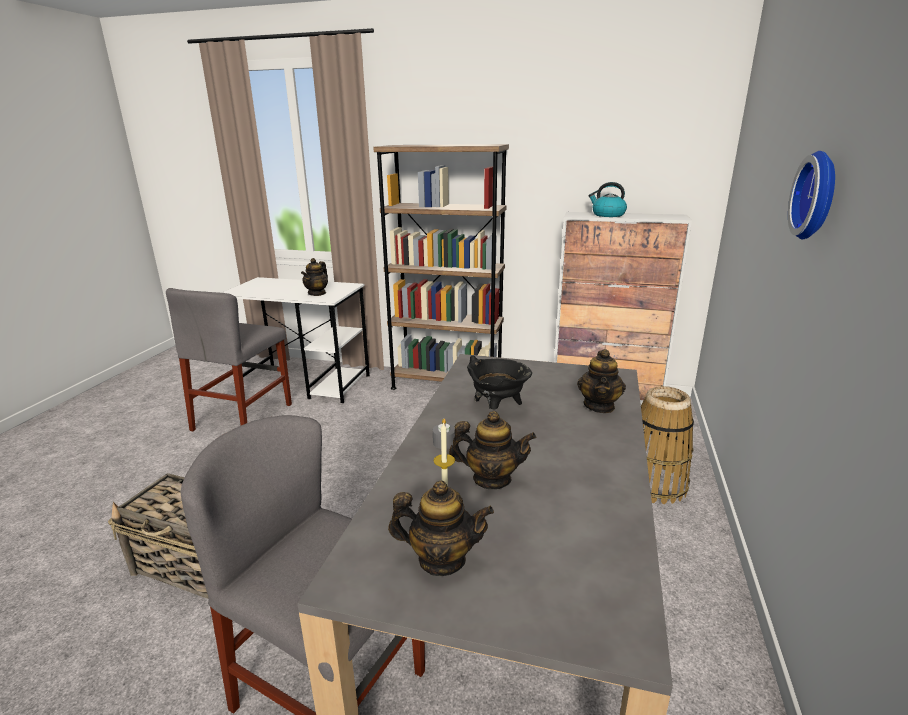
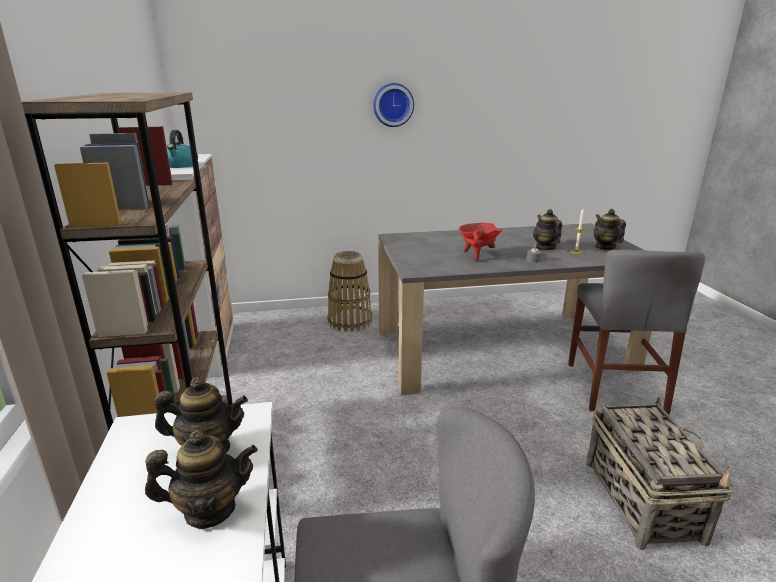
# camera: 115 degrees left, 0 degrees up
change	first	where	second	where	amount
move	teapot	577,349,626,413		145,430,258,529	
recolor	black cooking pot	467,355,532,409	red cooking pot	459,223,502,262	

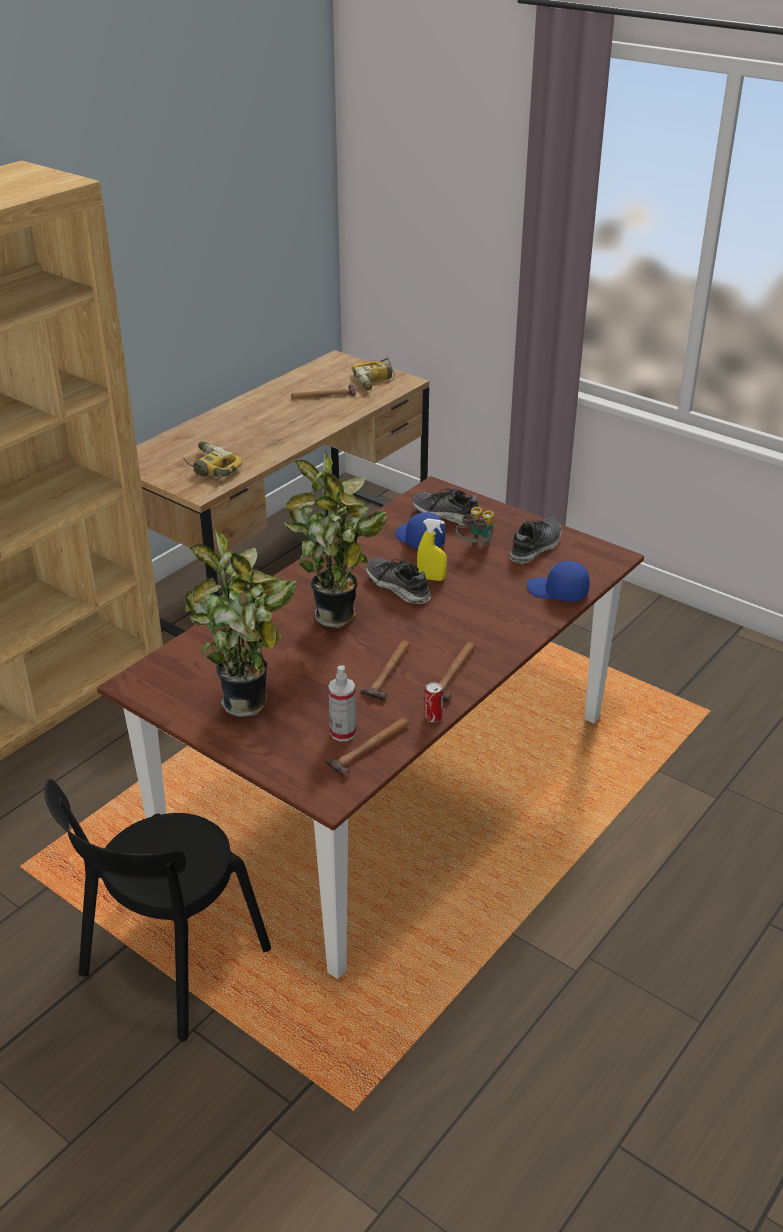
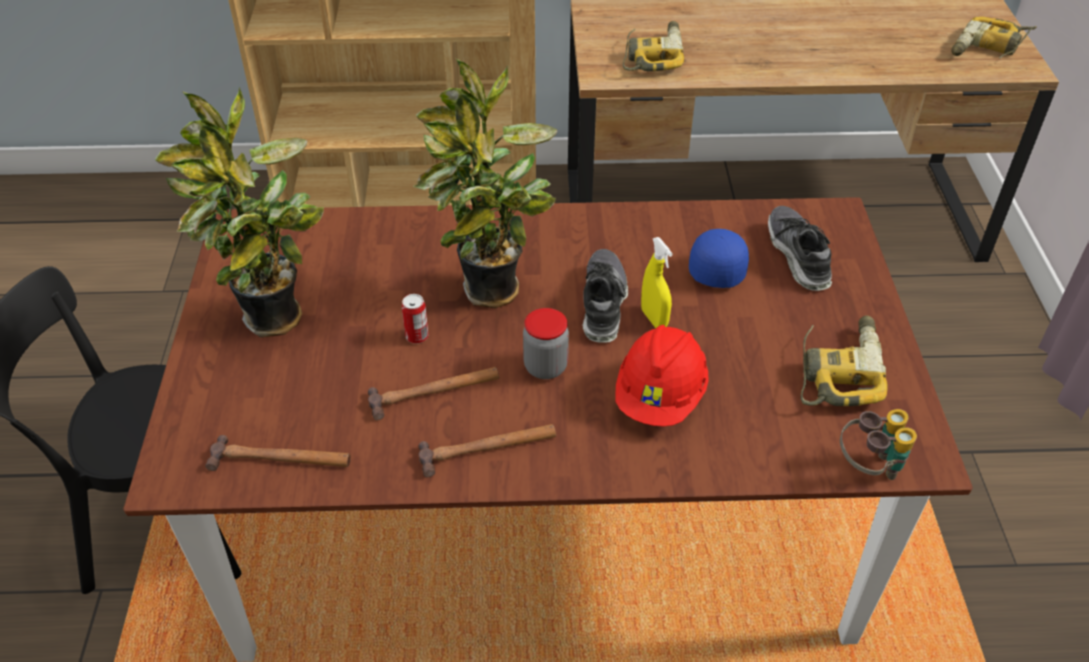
# camera: 50 degrees right, 10 degrees up
change	first	where	second	where	amount
delete	hammer	291,384,356,399			
move	binoculars	456,507,494,547		840,409,917,480	
replace	shoe	510,517,562,564	power drill	801,316,888,406	
delete	blue cap	527,561,590,602			
delete	spray bottle	328,665,356,741			
move	can	424,682,443,722		402,294,429,344	
insert			jar	523,308,569,379	
insert			red hard hat	615,325,709,427	

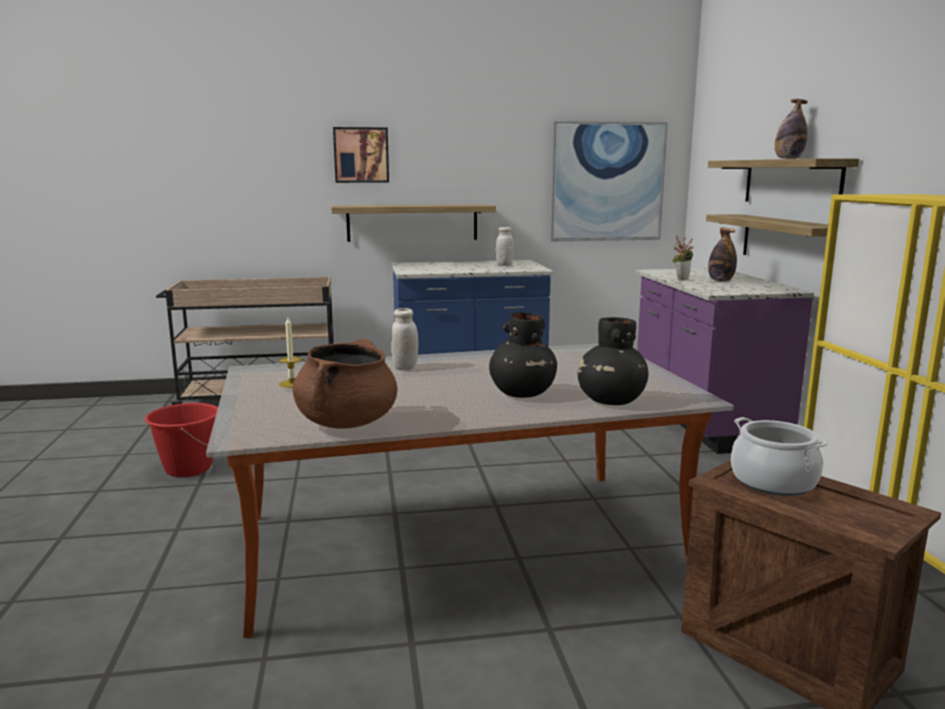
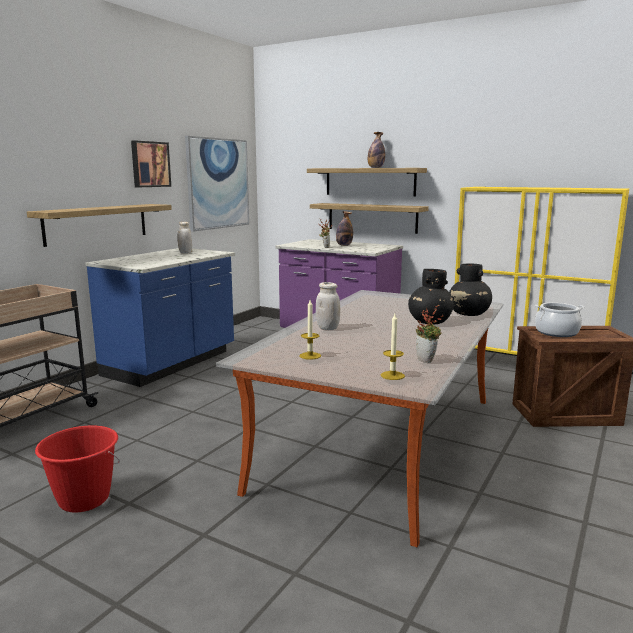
# camera: 50 degrees left, 0 degrees up
change	first	where	second	where	amount
move	picture	333,127,389,183		131,140,171,187	
replace	brown cooking pot	292,339,398,429	potted plant	416,305,444,363	
insert			candle	381,314,405,380	

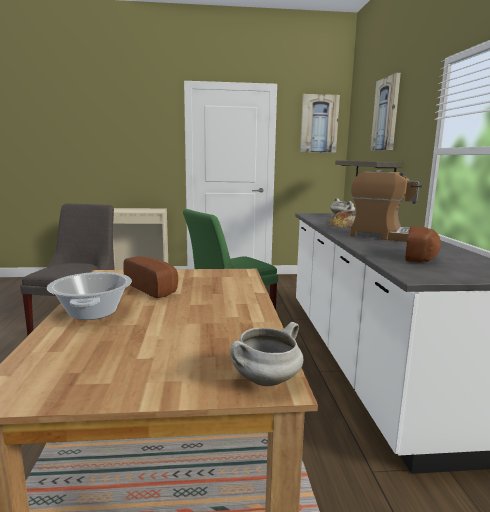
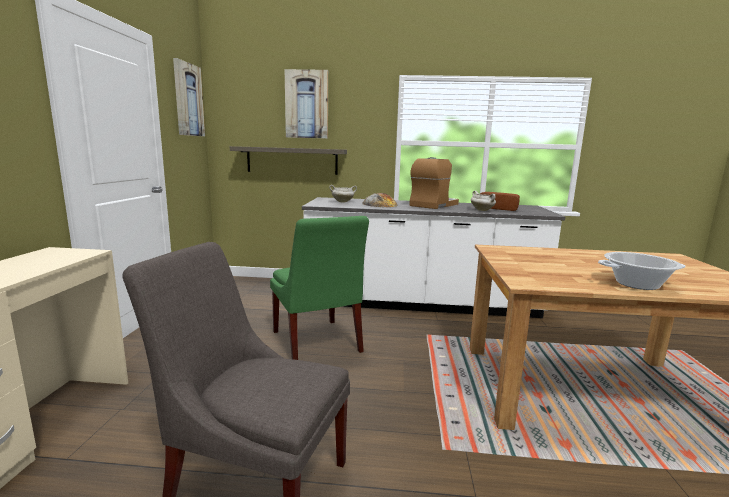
# camera: 80 degrees left, 0 degrees up
change	first	where	second	where	amount
delete	bread	123,256,178,298			
move	white cooking pot	230,322,303,386		471,191,496,211	

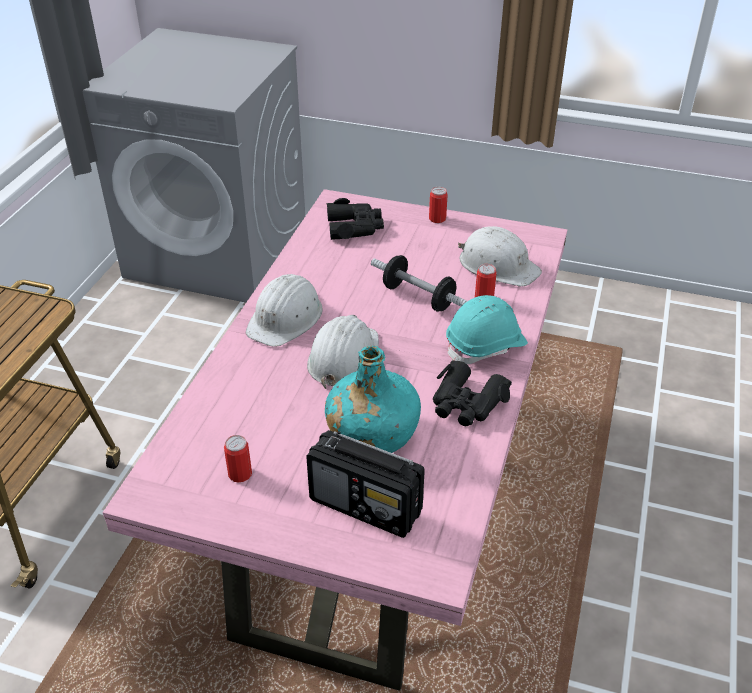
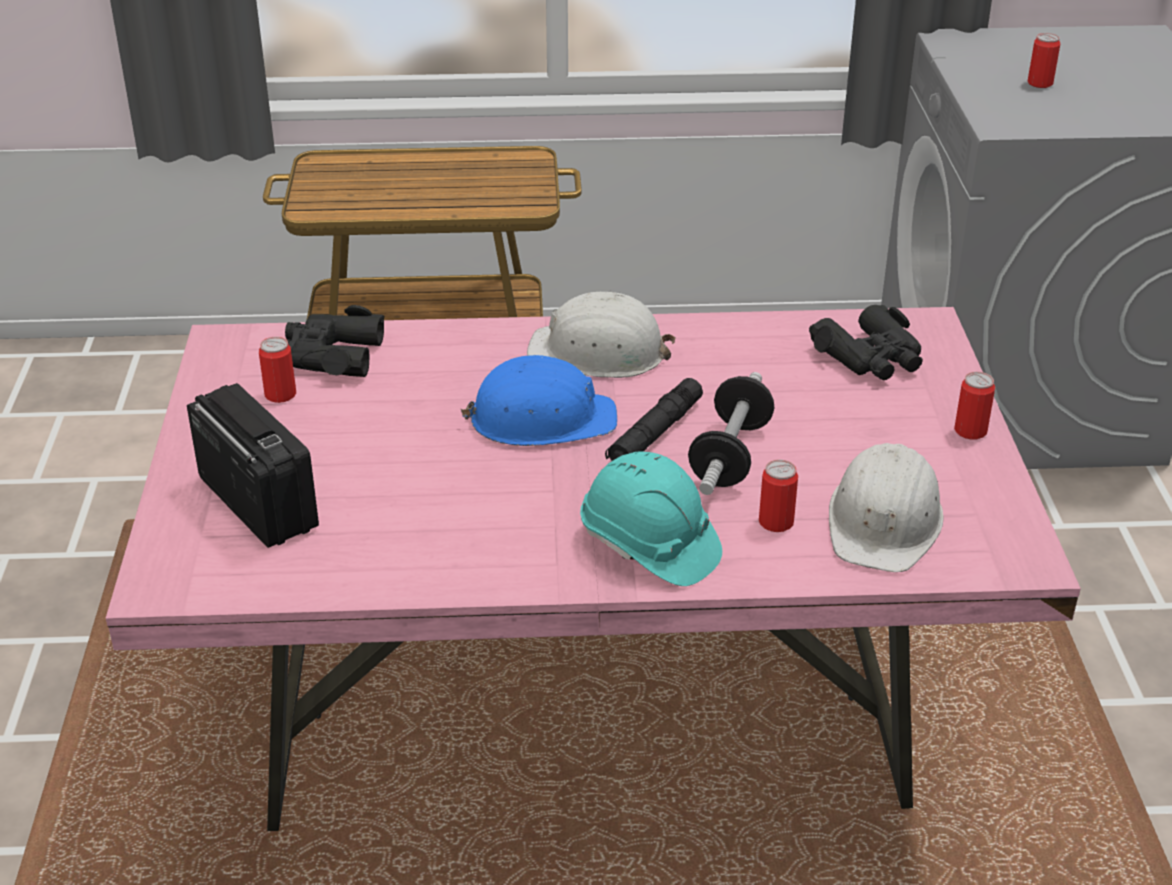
# camera: 70 degrees right, 5 degrees down
change	first	where	second	where	amount
recolor	white hard hat	307,315,379,389	blue hard hat	461,355,617,446	
delete	turquoise bottle	325,346,421,453			
move	black binoculars	433,360,512,426		285,305,385,377	
rotate	radio	306,430,425,538		187,383,319,548	135 degrees clockwise
insert			can	1027,33,1061,88	
insert			black flashlight	605,378,703,461	

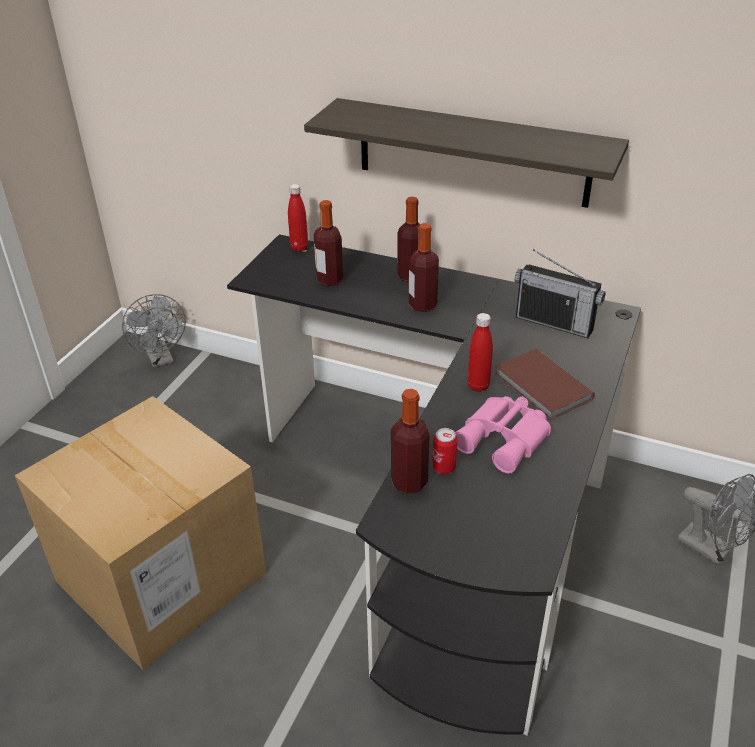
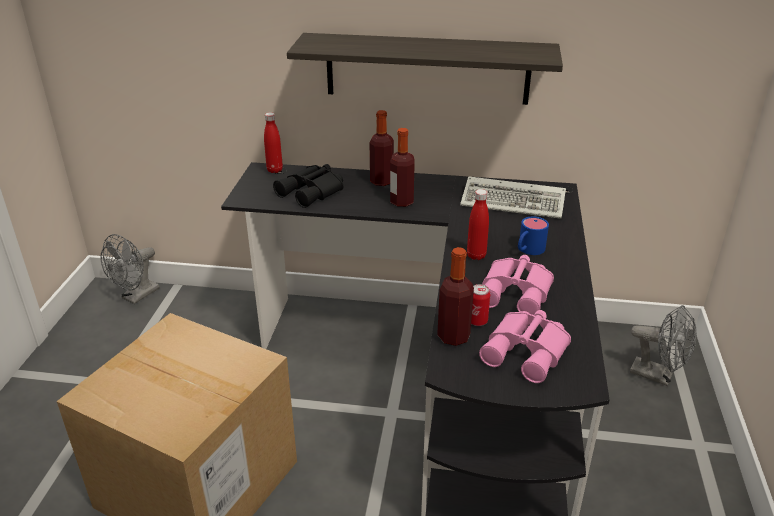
# camera: 15 degrees left, 5 degrees down
change	first	where	second	where	amount
replace	bottle	314,200,343,286	black binoculars	273,164,343,208	
replace	radio	514,249,606,338	keyboard	460,176,566,219	
rotate	grey fan	122,294,186,368		101,234,160,304	75 degrees clockwise
replace	brown book	494,349,595,420	blue mug	518,216,549,255	
insert			pink binoculars	479,310,571,383	

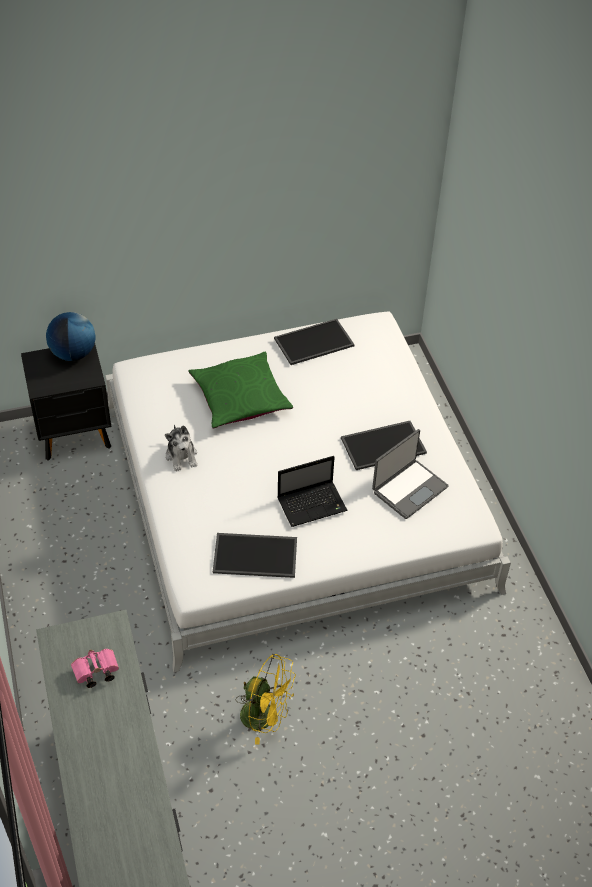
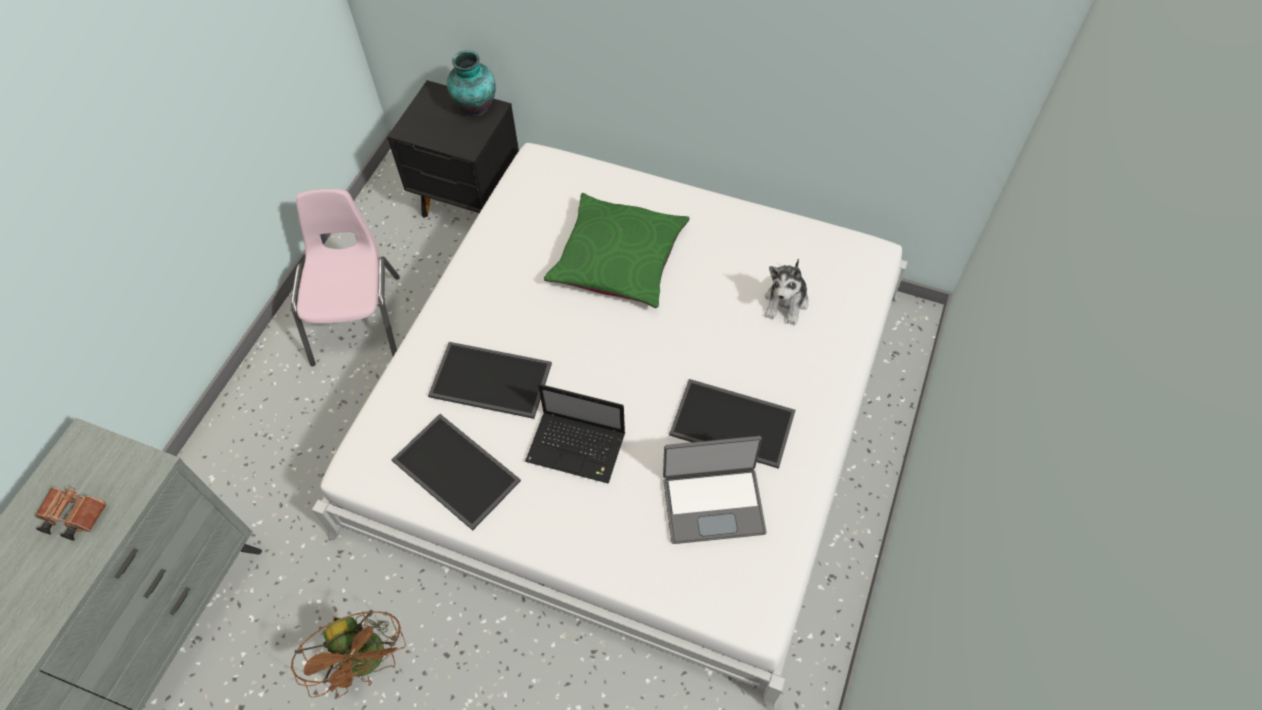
# camera: 40 degrees right, 10 degrees up
change	first	where	second	where	amount
replace	globe	46,312,96,361	vase	447,50,496,116	
move	tray	274,319,355,365		428,342,552,419	
move	plush toy	165,424,197,471		765,259,809,325	
recolor	pink binoculars	71,649,119,688	brown binoculars	35,487,106,541	
recolor	yellow fan	235,654,296,745	brown fan	291,610,406,698	
insert			pink chair	291,189,400,366	

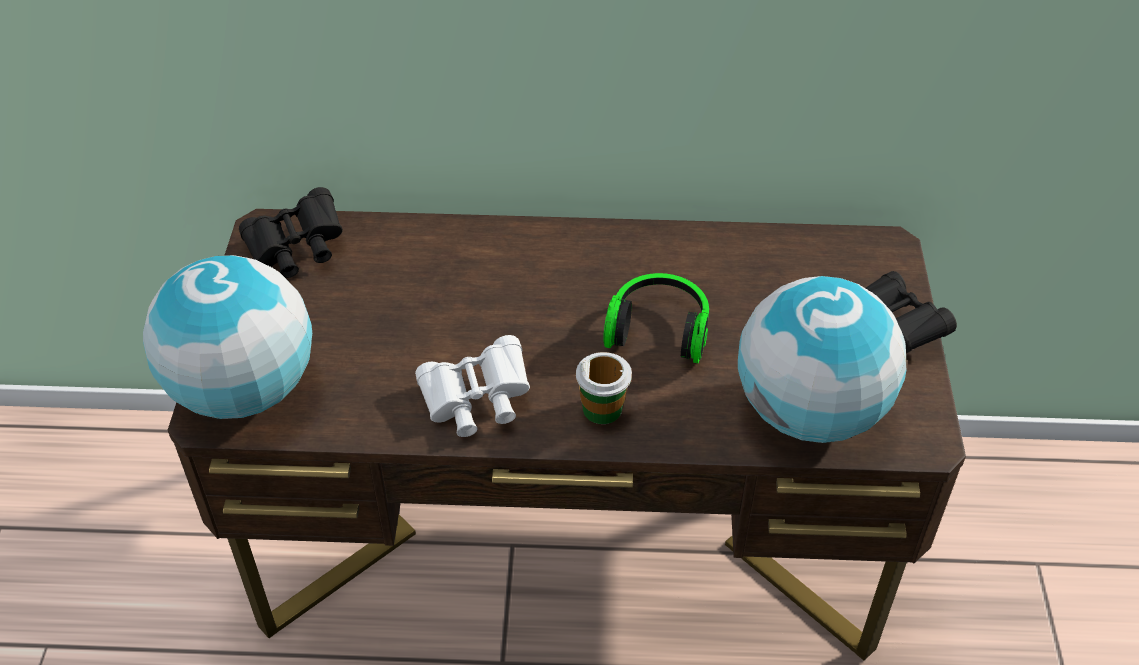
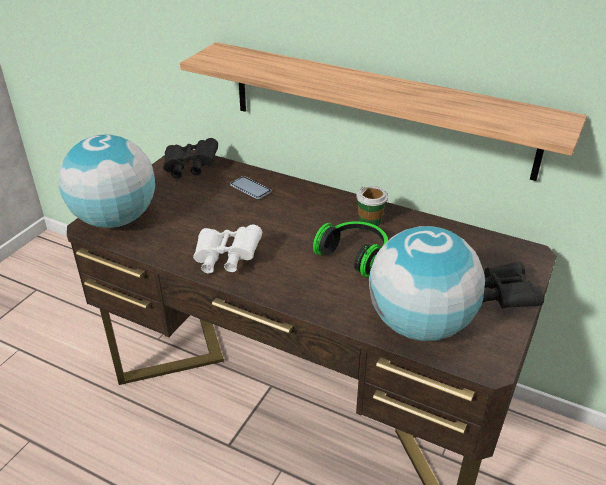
# camera: 25 degrees right, 10 degrees down
change	first	where	second	where	amount
move	cup	576,352,632,424		356,186,388,227	
insert			shelf	180,42,587,181	
insert			phone	230,176,271,199	

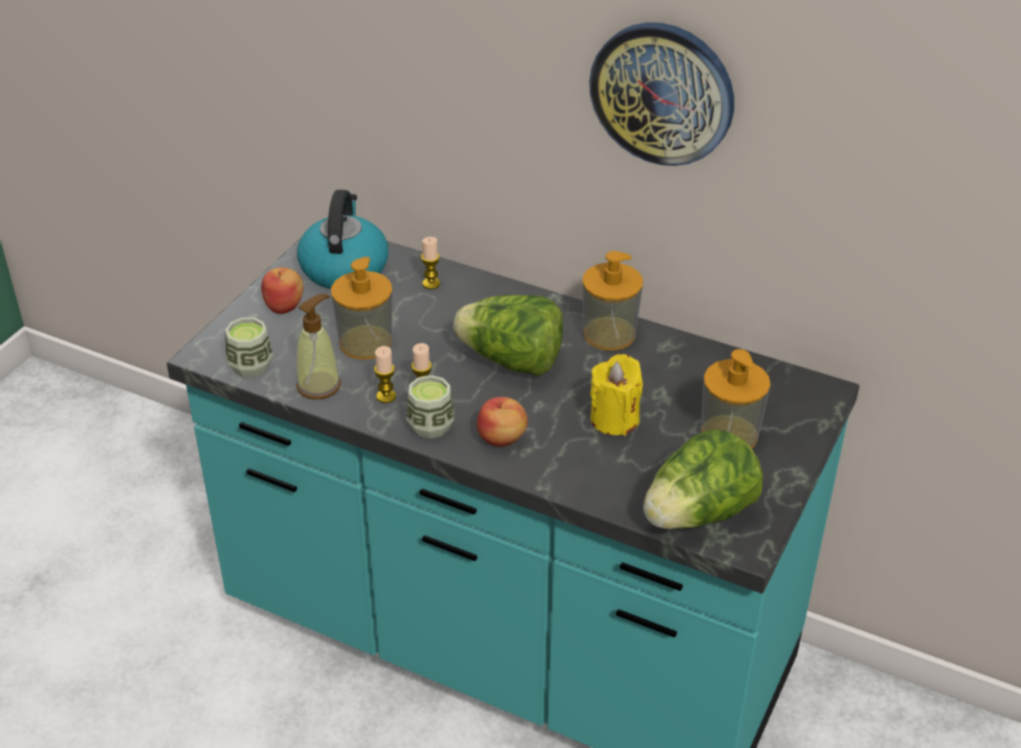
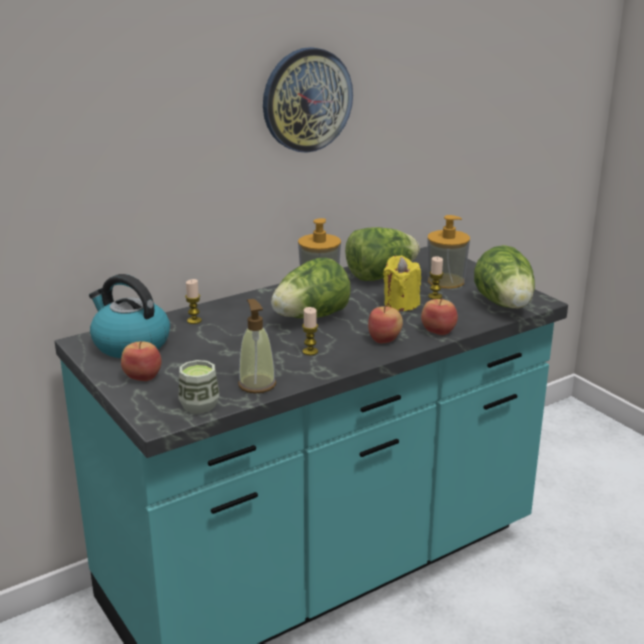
# camera: 60 degrees left, 15 degrees down
change	first	where	second	where	amount
delete	soap dispenser	331,257,392,360			
move	candle	374,346,396,403		428,256,444,299	
delete	cup	406,375,454,439			
insert			lettuce	345,227,420,281	
insert			apple	421,299,458,335	

